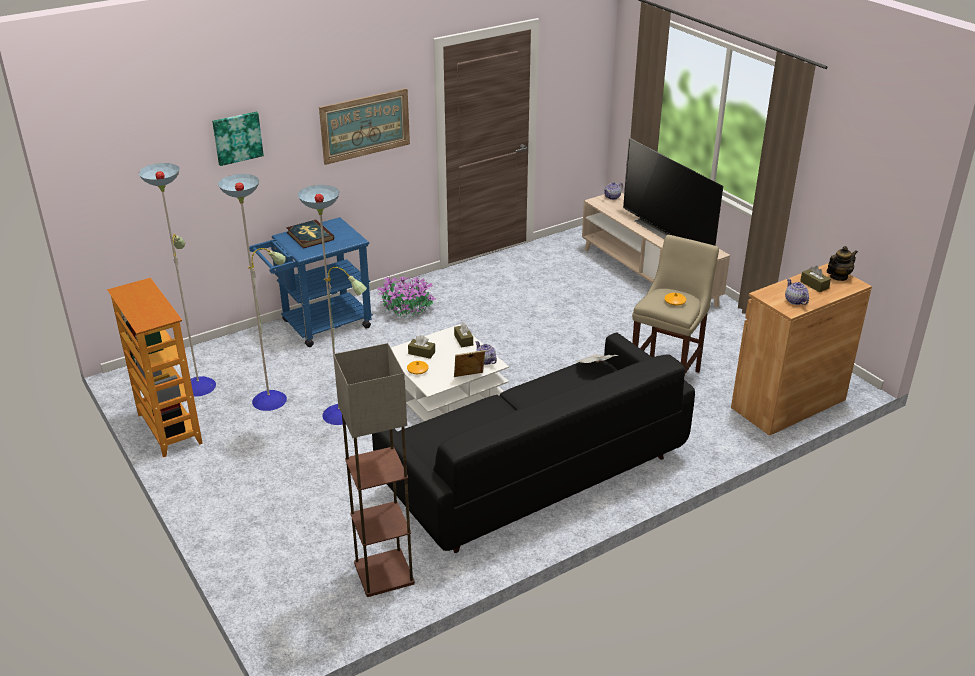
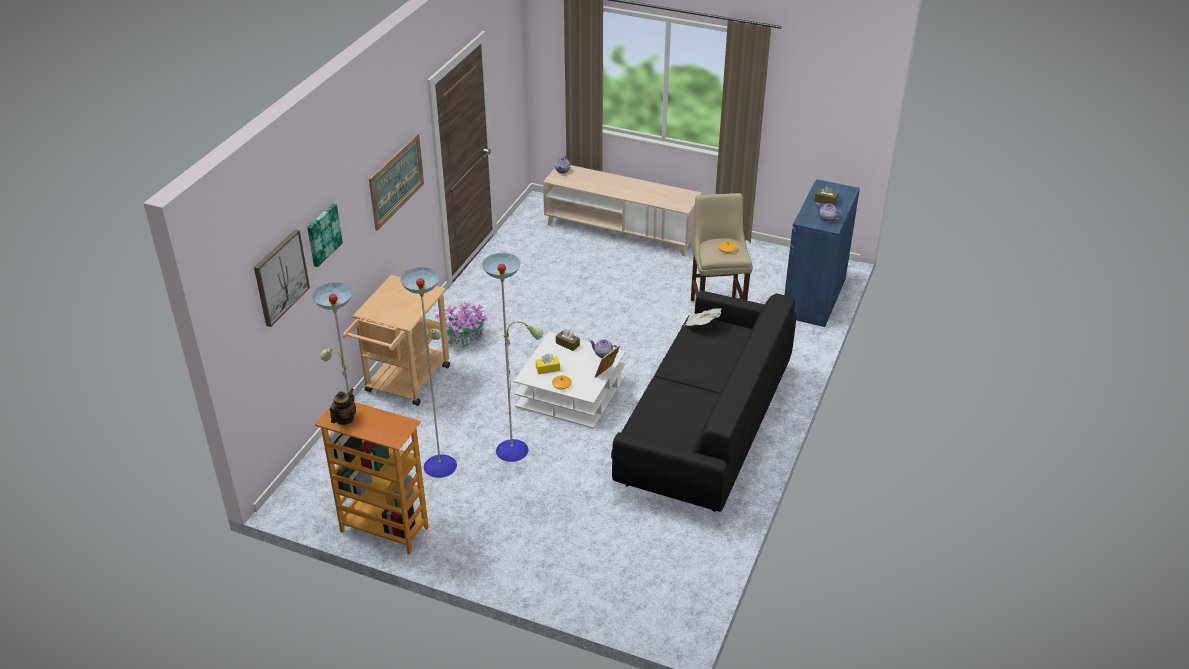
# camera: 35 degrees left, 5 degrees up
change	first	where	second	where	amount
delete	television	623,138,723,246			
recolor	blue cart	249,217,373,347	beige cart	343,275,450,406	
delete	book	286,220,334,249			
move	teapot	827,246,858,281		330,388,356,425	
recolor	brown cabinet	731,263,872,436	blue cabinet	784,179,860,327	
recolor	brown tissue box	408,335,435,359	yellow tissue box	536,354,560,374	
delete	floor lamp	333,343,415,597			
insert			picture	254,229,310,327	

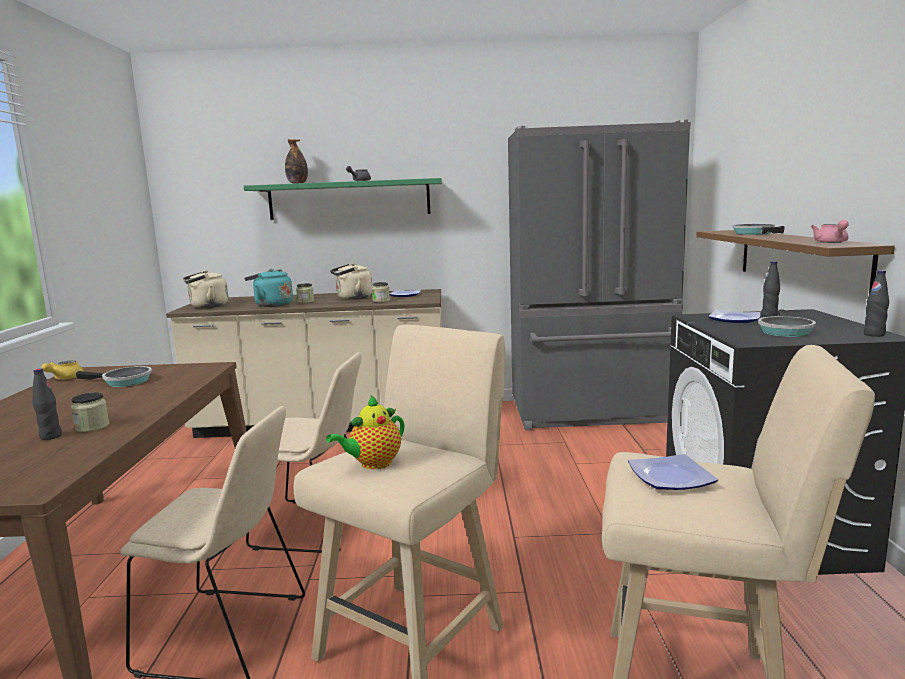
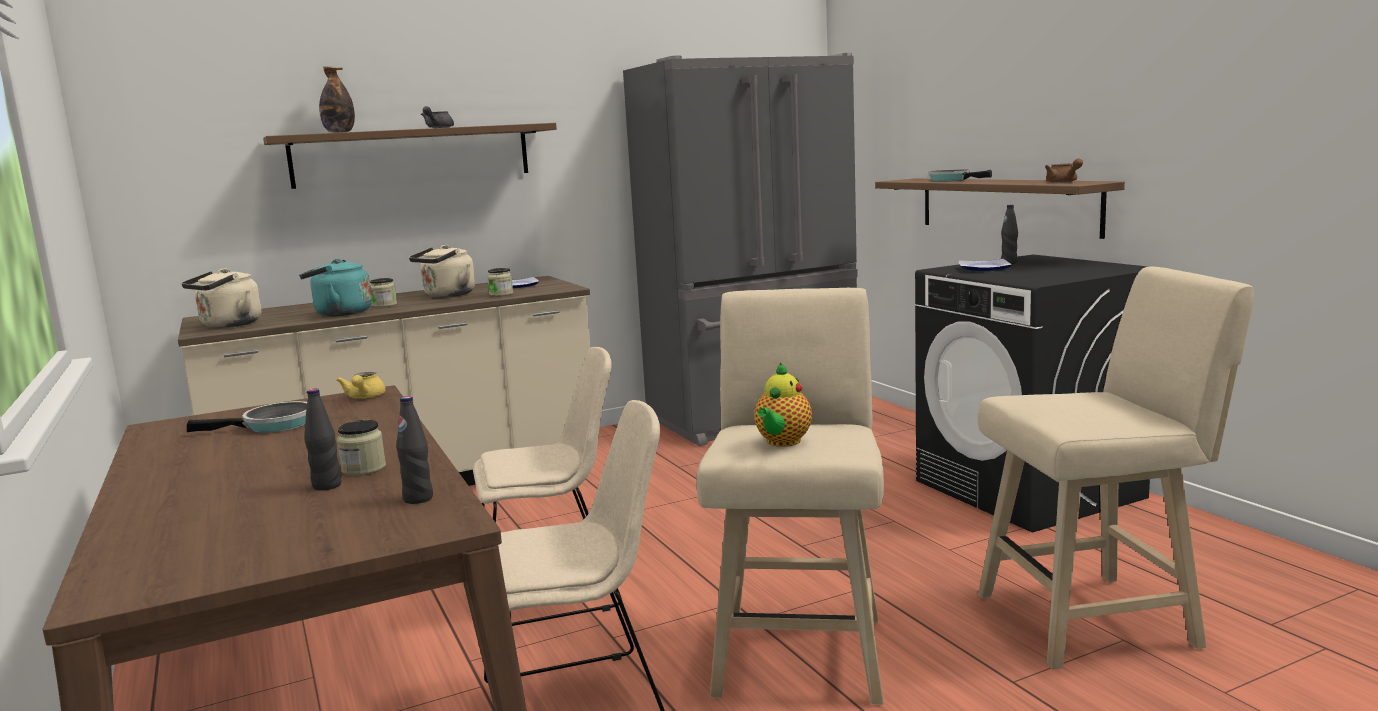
# camera: 25 degrees left, 0 degrees up
change	first	where	second	where	amount
recolor	green shelf	244,178,442,220	brown shelf	263,123,557,189	
recolor	pink teapot	811,220,849,243	brown teapot	1045,158,1083,183	
move	black bottle	864,270,889,337		396,396,433,504	
delete	frying pan	758,309,816,337			
move	yellow teapot	41,360,84,380		336,372,386,399	
delete	plate	628,454,718,490			

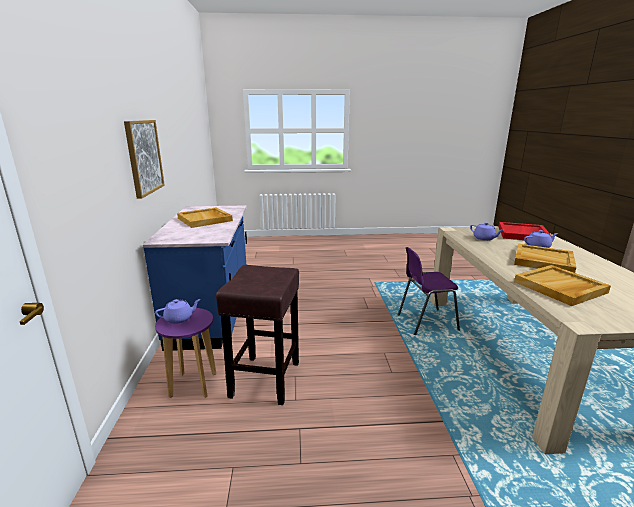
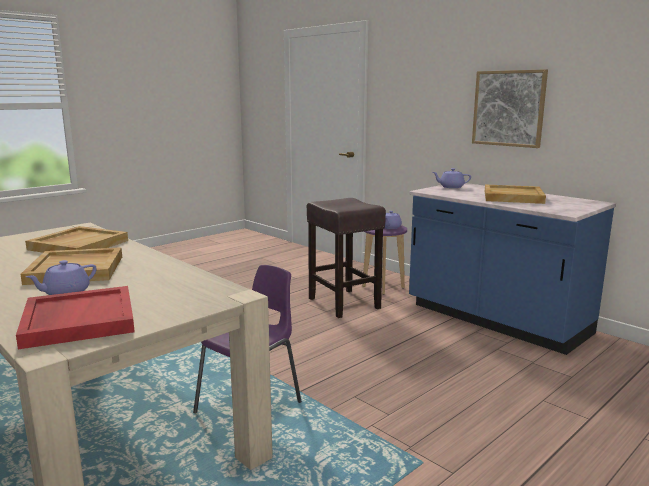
# camera: 140 degrees right, 5 degrees down
change	first	where	second	where	amount
move	purple teapot	470,223,503,241		433,168,471,188	

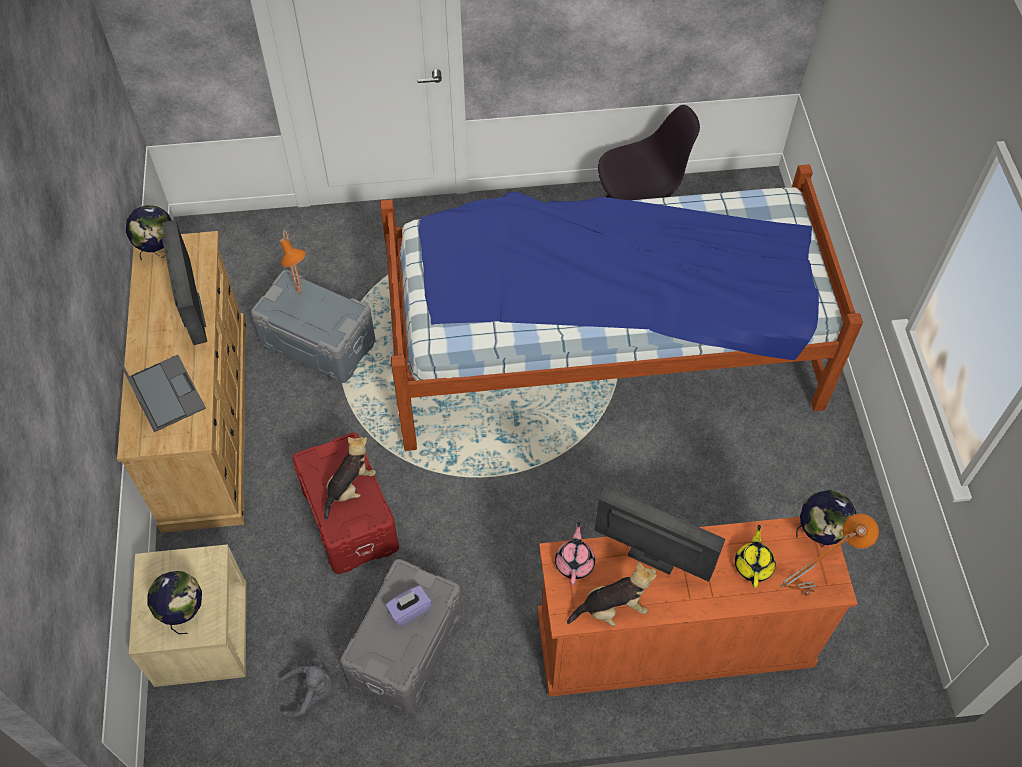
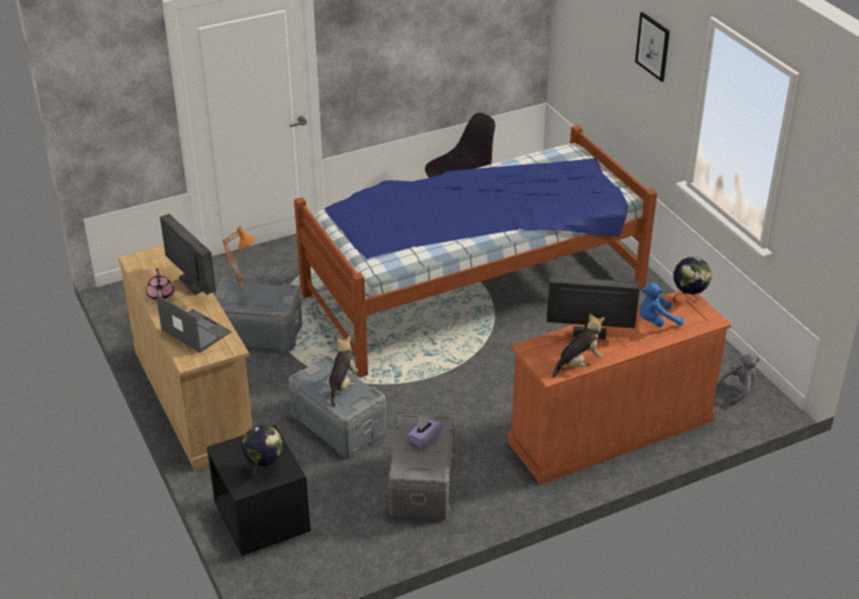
# camera: 20 degrees left, 20 degrees down
change	first	where	second	where	amount
delete	globe	126,205,172,260			
recolor	red storage box	293,432,399,574	grey storage box	288,355,386,458	
delete	orange table lamp	780,514,879,597			
move	pink teapot	555,522,595,585		146,268,174,301	
replace	yellow teapot	735,525,776,588	blue plush toy	639,283,684,327	
recolor	beige nightstand	129,544,247,687	black nightstand	207,425,311,556	
move	grey plush toy	280,658,334,718		717,354,760,405	
insert			picture	635,12,670,82	

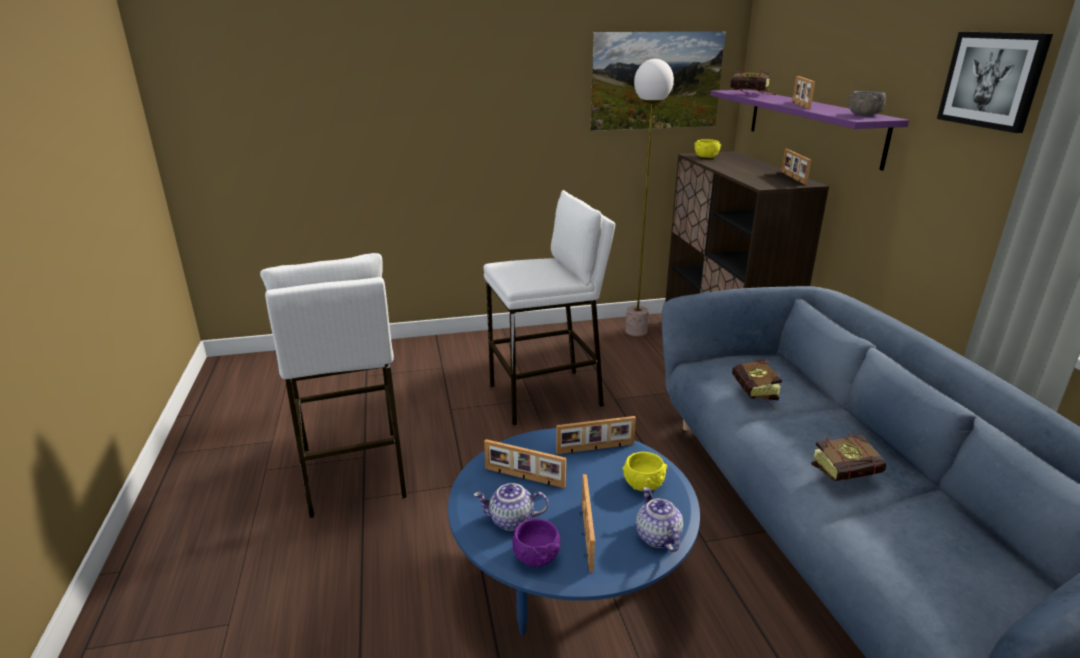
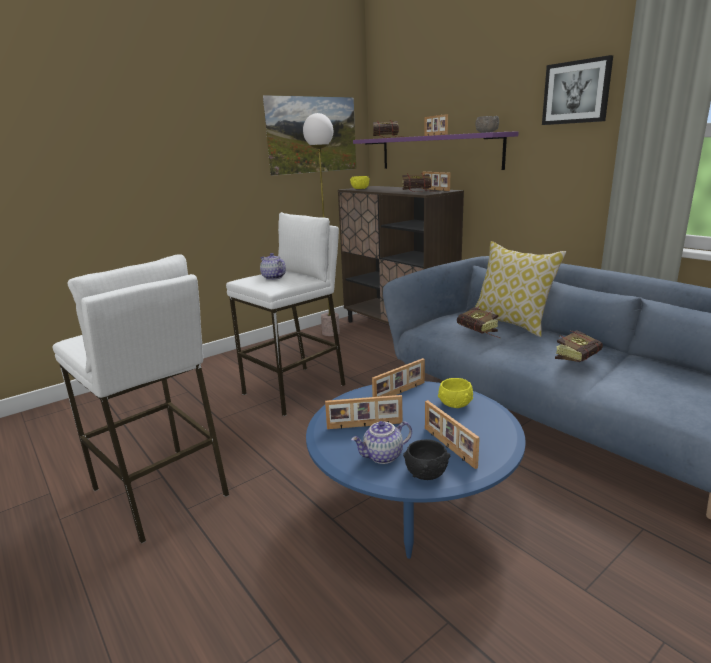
# camera: 25 degrees left, 5 degrees down
change	first	where	second	where	amount
move	teapot	636,487,683,552		260,253,286,280	
recolor	purple bowl	512,519,560,567	black bowl	403,439,450,480	
insert			book	402,174,431,192	
insert			pillow	475,241,566,337	

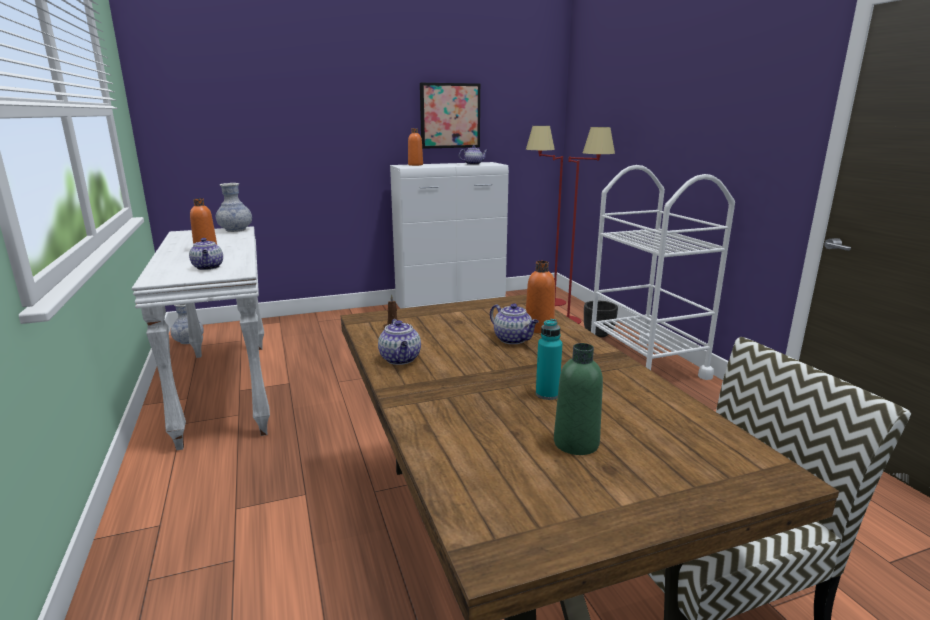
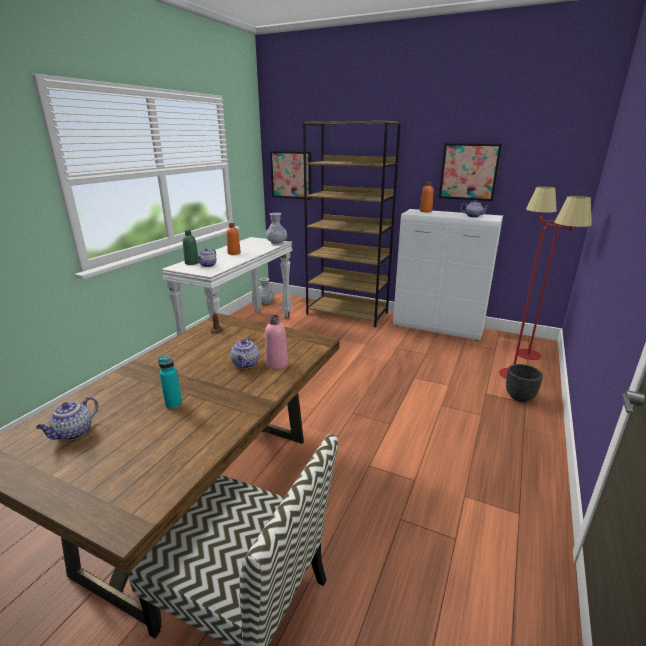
# camera: 45 degrees right, 5 degrees up
change	first	where	second	where	amount
delete	white cart	591,165,735,380			
recolor	orange bottle	526,261,555,333	pink bottle	265,315,288,369	
move	teapot	378,319,421,365		36,397,98,440	
move	green bottle	554,343,603,455		183,230,199,265	
insert			brown bookcase	303,121,401,327	
insert			picture	270,151,312,199	

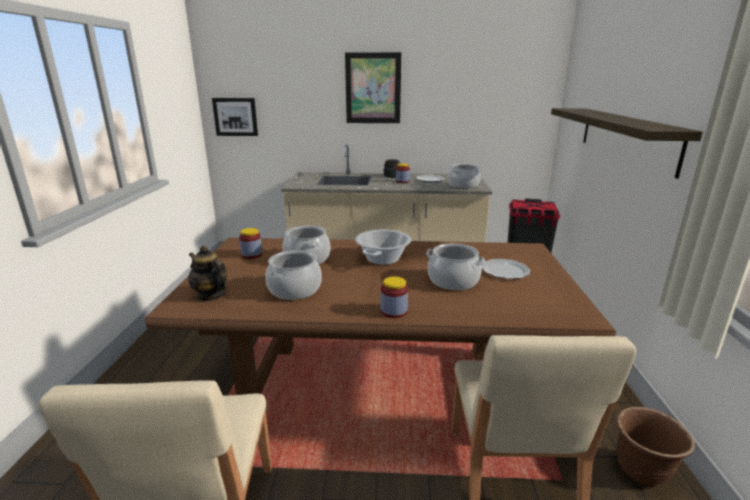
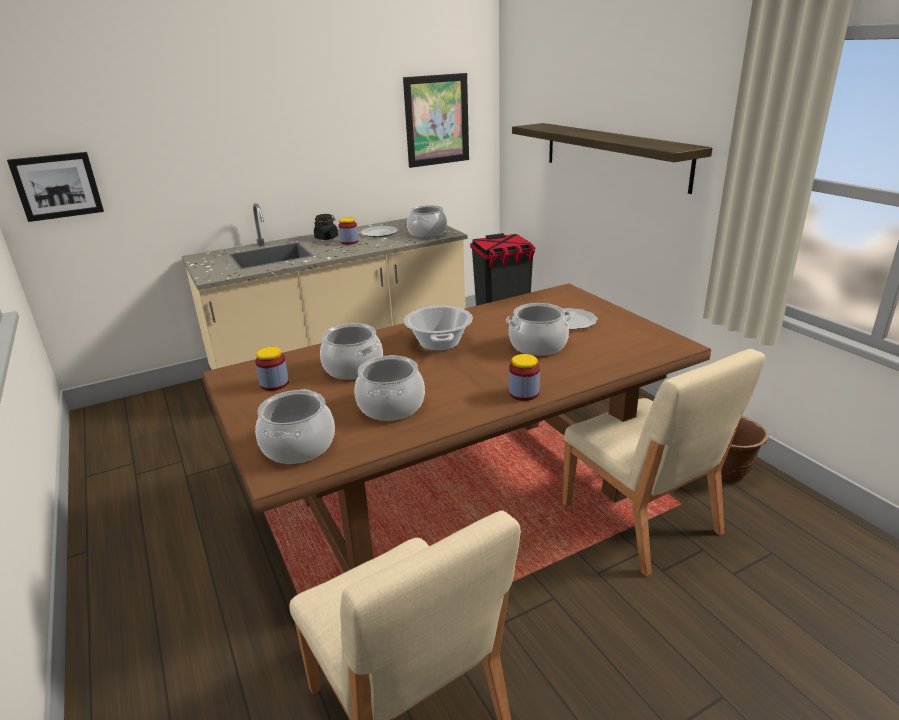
# camera: 30 degrees left, 5 degrees up
change	first	where	second	where	amount
move	picture	345,52,401,123		403,73,469,168	
replace	teapot	188,246,228,301	cooking pot	255,389,335,464	

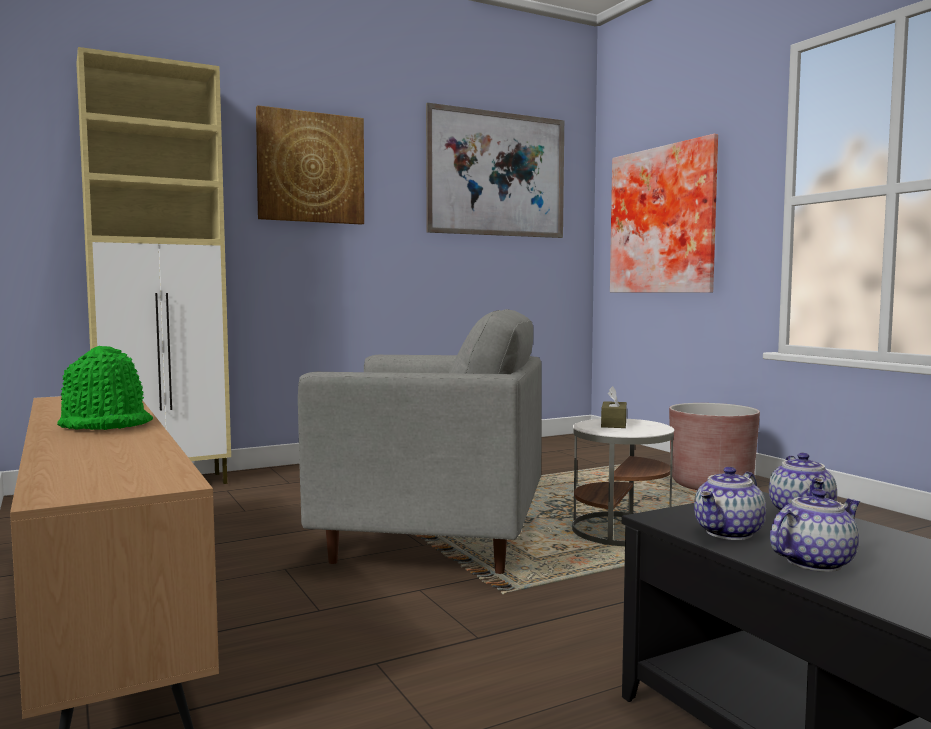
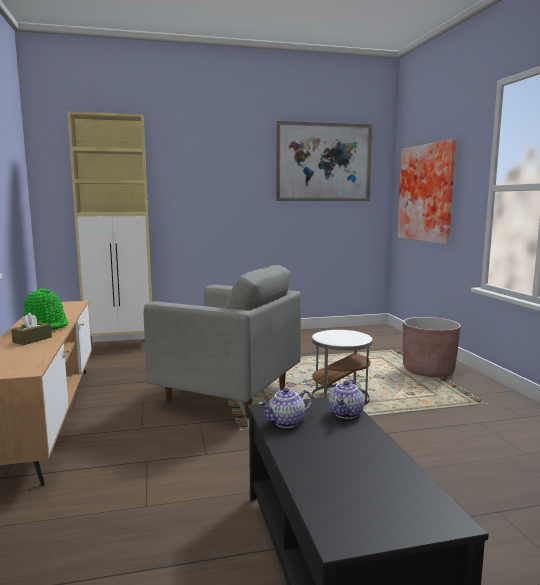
# camera: 15 degrees right, 5 degrees up
change	first	where	second	where	amount
delete	picture	256,105,364,225			
move	brown tissue box	601,386,627,428		11,313,52,345	
delete	teapot	770,489,861,572			

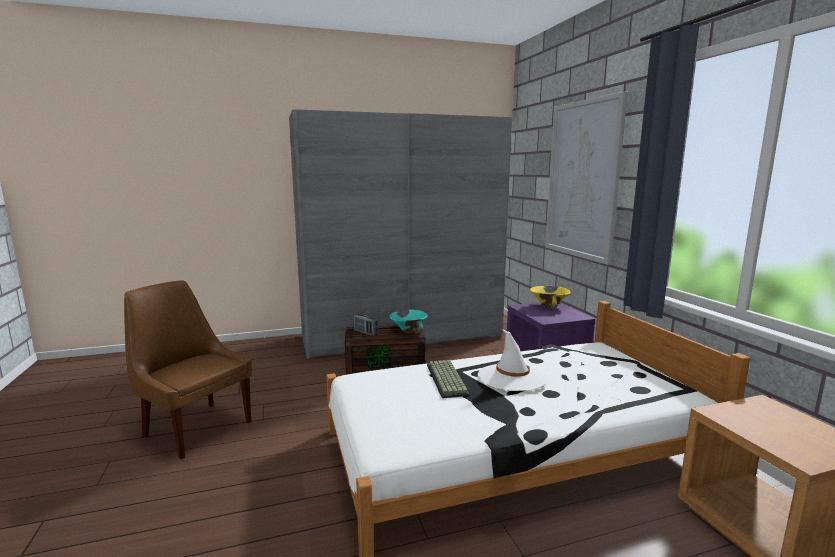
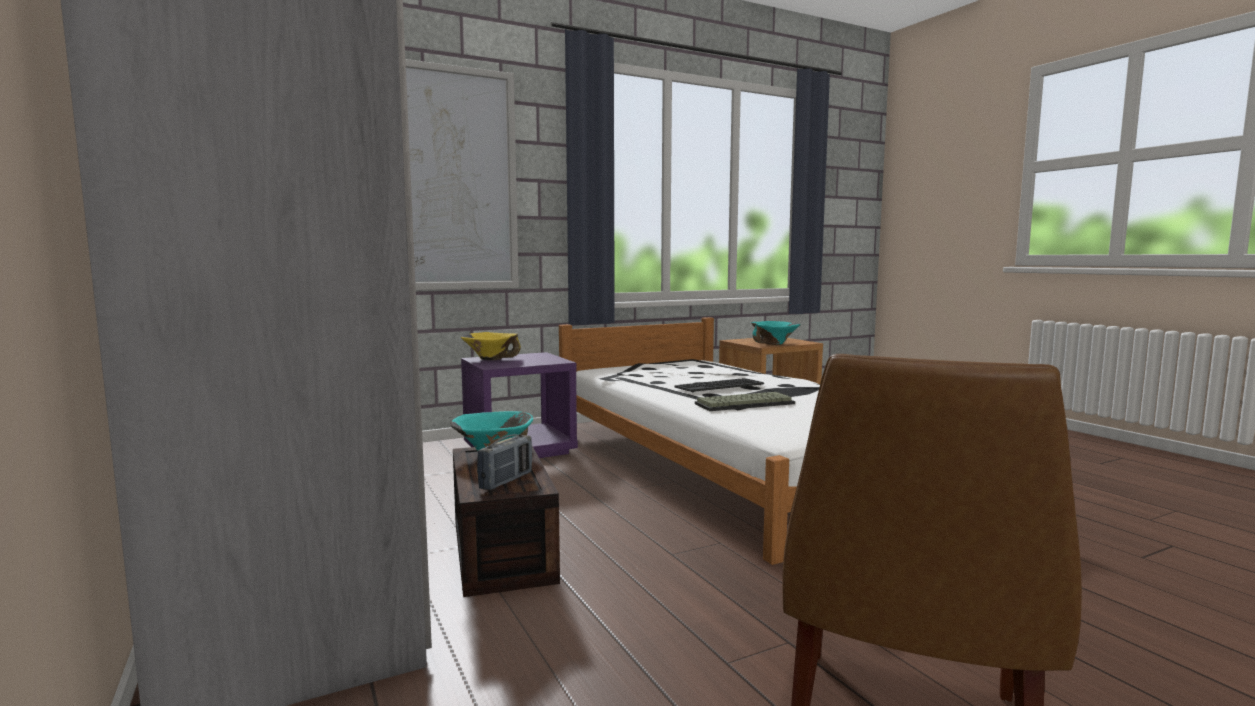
# camera: 100 degrees left, 5 degrees down
change	first	where	second	where	amount
replace	white hat	478,329,548,391	keyboard	674,378,764,392	
insert			turquoise bowl	751,321,800,345	

